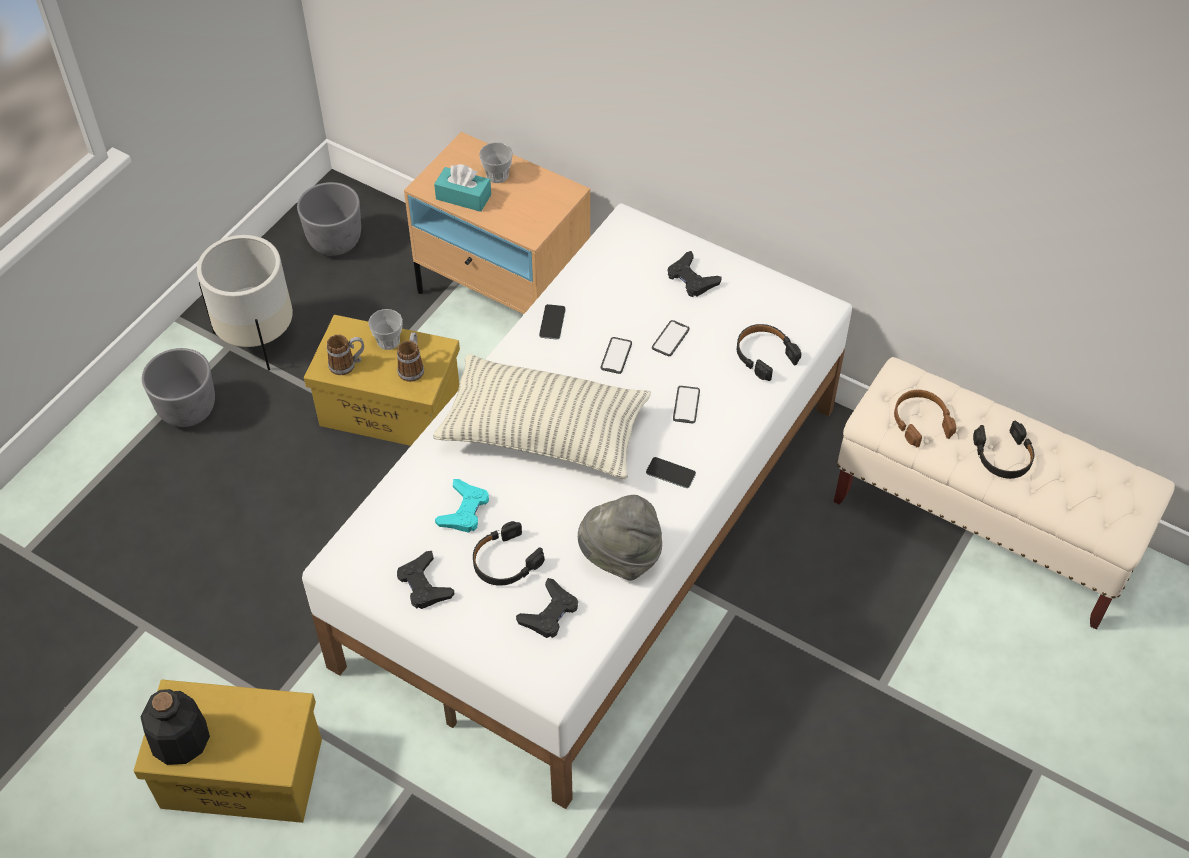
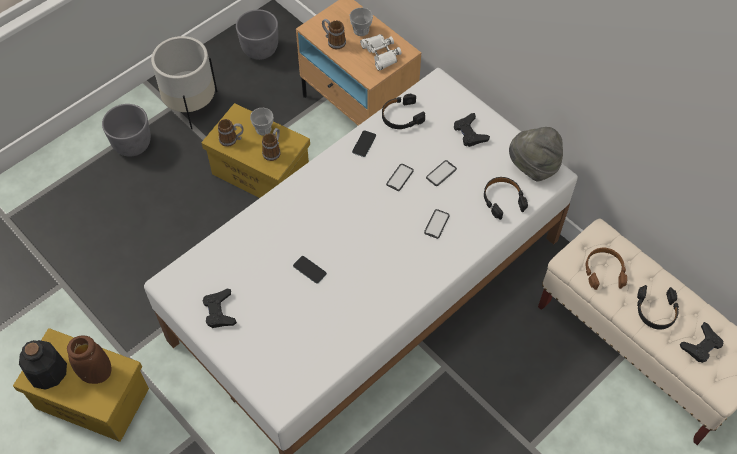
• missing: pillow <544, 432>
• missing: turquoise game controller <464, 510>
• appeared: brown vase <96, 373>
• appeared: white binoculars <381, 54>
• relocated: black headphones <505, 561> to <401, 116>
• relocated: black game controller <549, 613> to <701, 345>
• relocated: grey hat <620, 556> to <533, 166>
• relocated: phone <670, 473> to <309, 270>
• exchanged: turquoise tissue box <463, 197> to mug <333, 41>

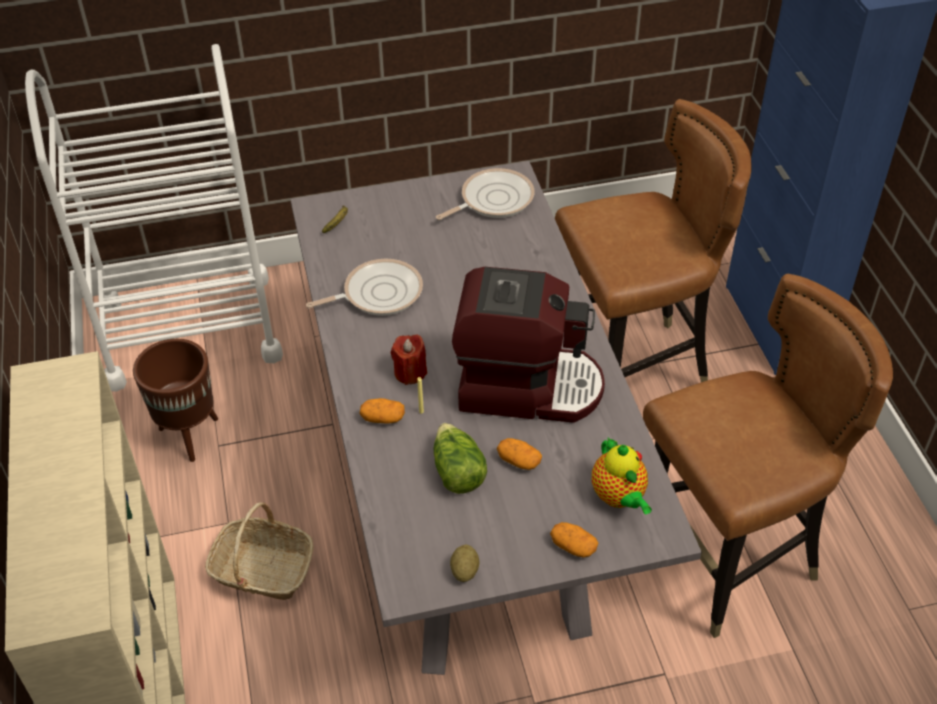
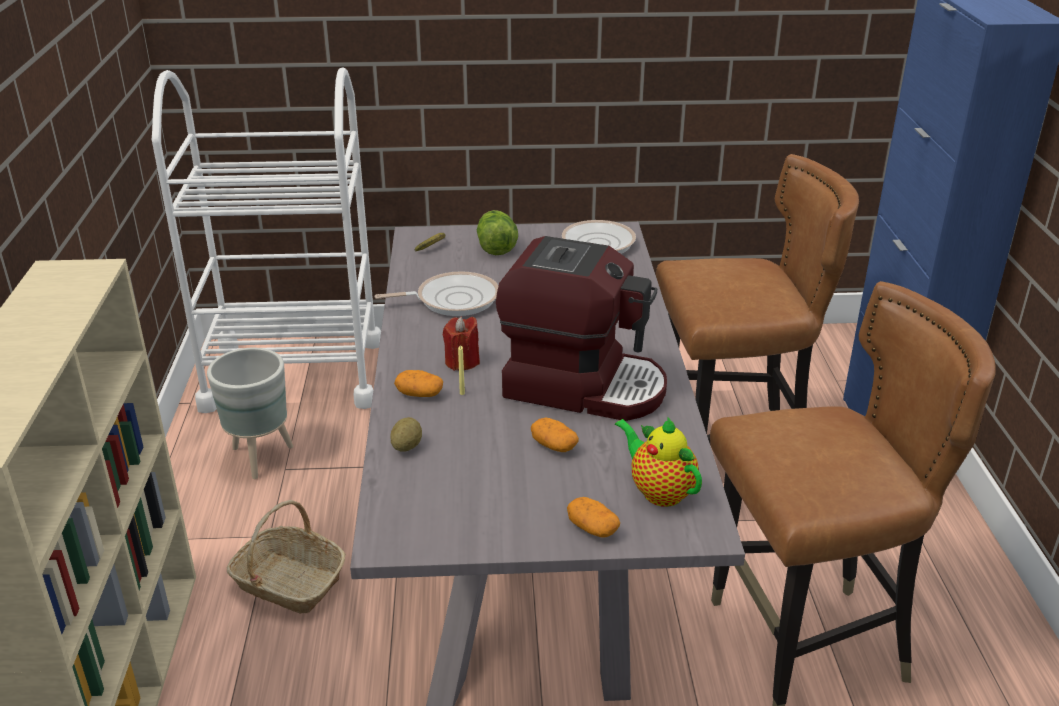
• relocated: lettuce <457, 471> to <495, 246>
• relocated: potato <464, 571> to <406, 446>
• colour: brown planter <189, 435> to grey planter <260, 457>
• spun: teapot <619, 497> = <659, 491> 150 degrees clockwise

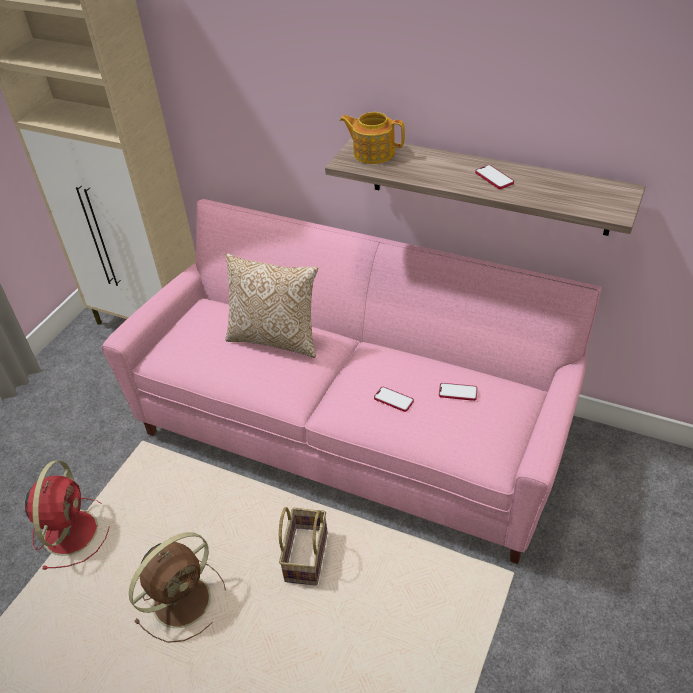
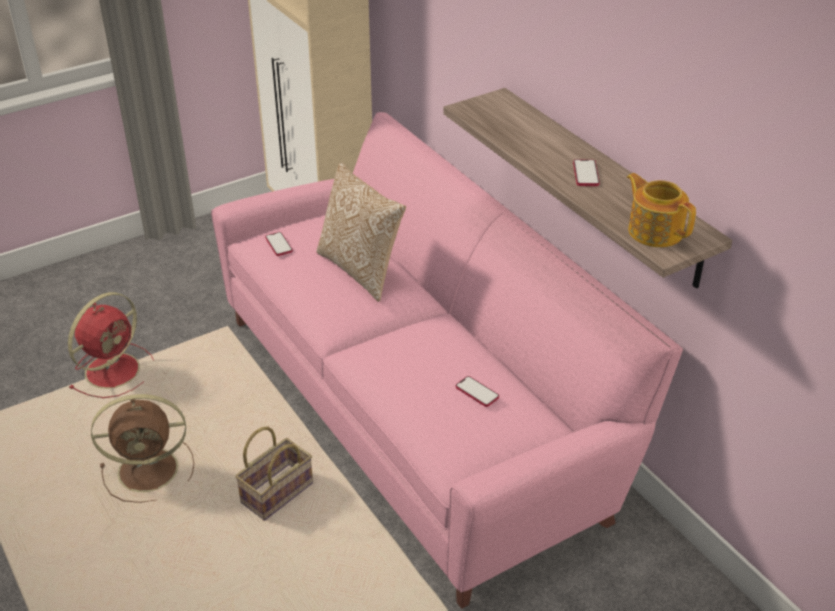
• relocated: teapot <373, 152> to <655, 231>
• relocated: phone <393, 400> to <278, 245>

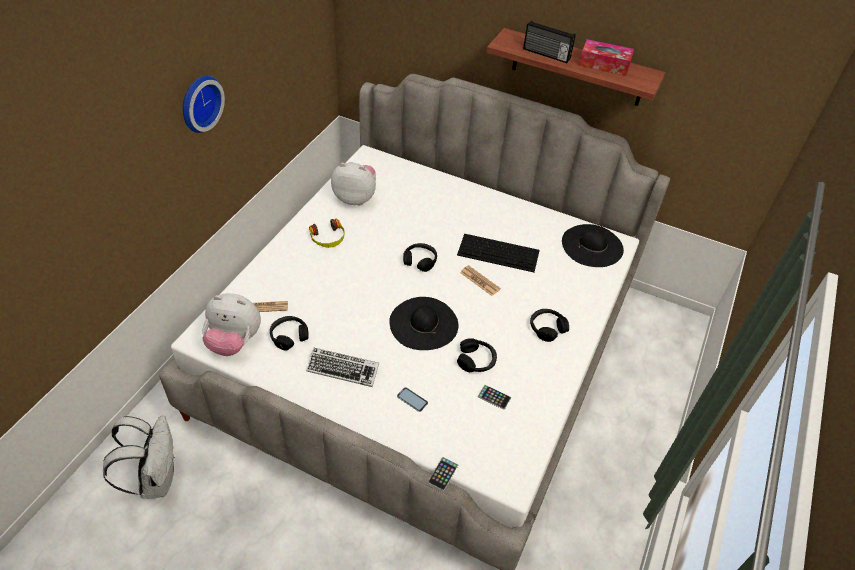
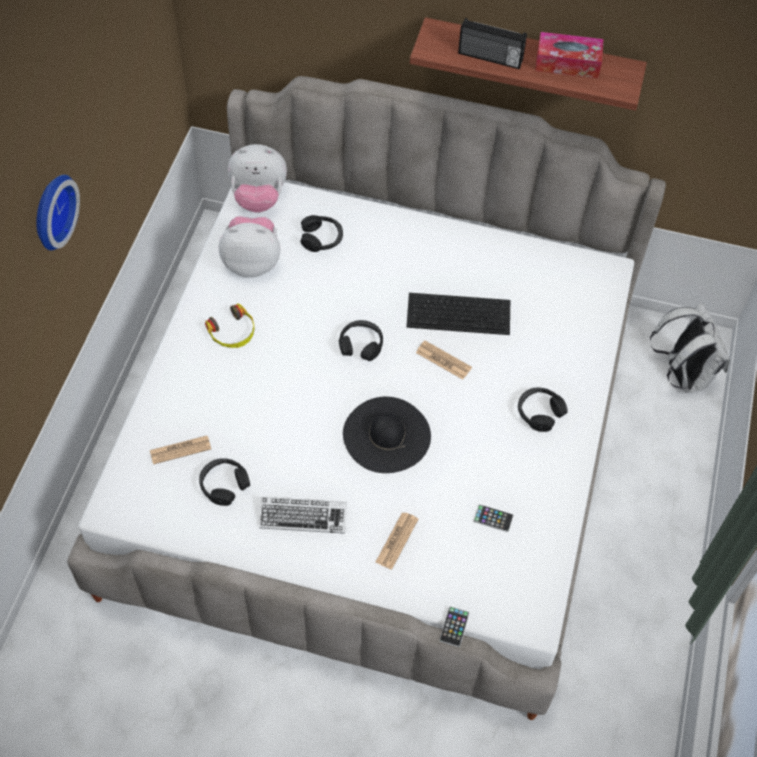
• missing: black hat <592, 245>
• relocated: white backpack <156, 478> to <682, 374>
• relocated: plush toy <234, 341> to <258, 198>
• relocated: black headphones <476, 360> to <322, 238>
• exchanged: phone <412, 400> to newspaper <397, 540>

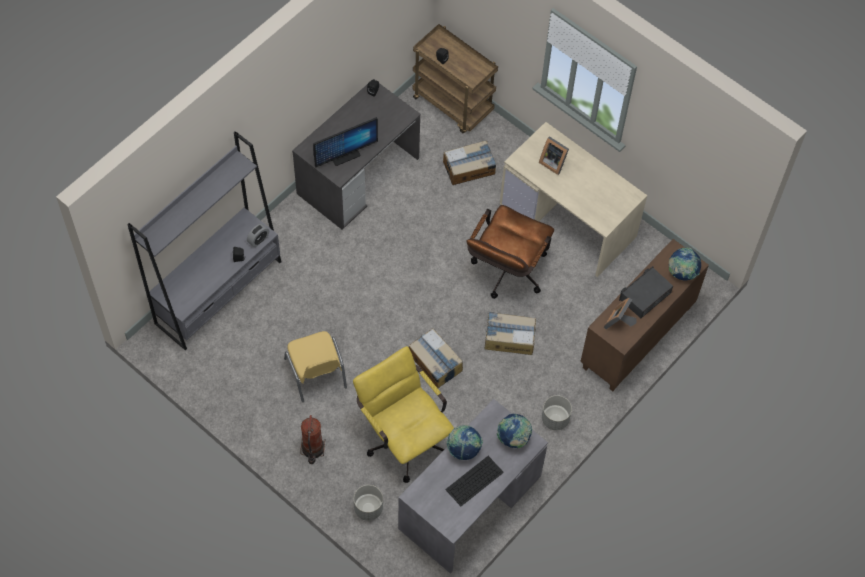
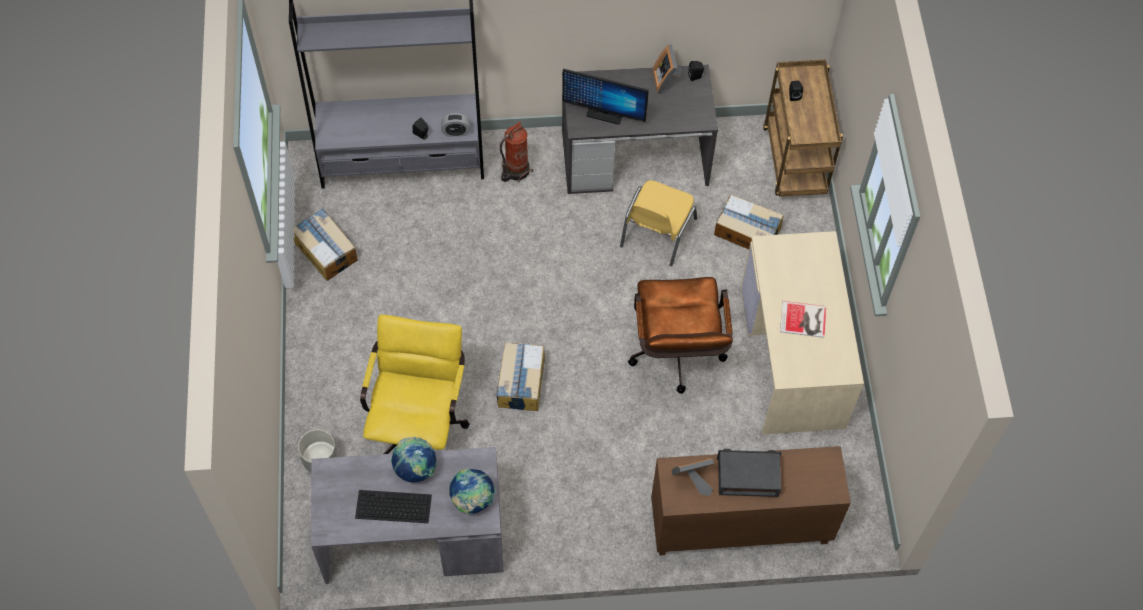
• missing: grey planter <555, 419>
• missing: globe <681, 273>
• appeared: book <804, 320>
• relocated: yellow chair <316, 374> to <656, 233>
• relocated: fire extinguisher <312, 449> to <515, 170>
• relocated: cardboard box <509, 338> to <325, 250>
• relocated: picture frame <553, 162> to <666, 80>
• spun: brown office chair <506, 274> = <676, 357> 75 degrees counterclockwise

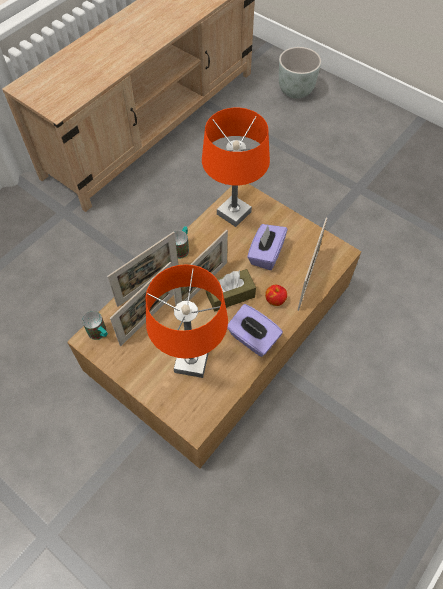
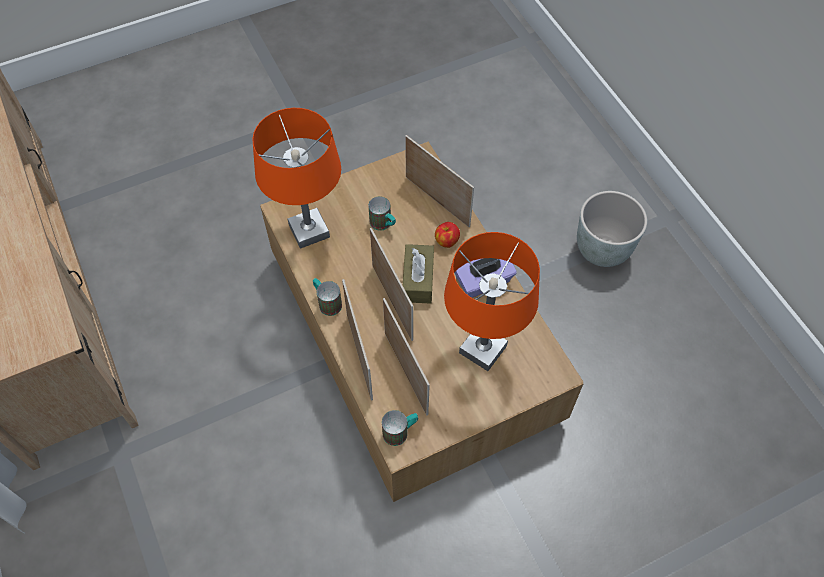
• relocated: grey planter <296, 90> to <601, 249>
• exchanged: purple tissue box <265, 254> to mug <383, 225>

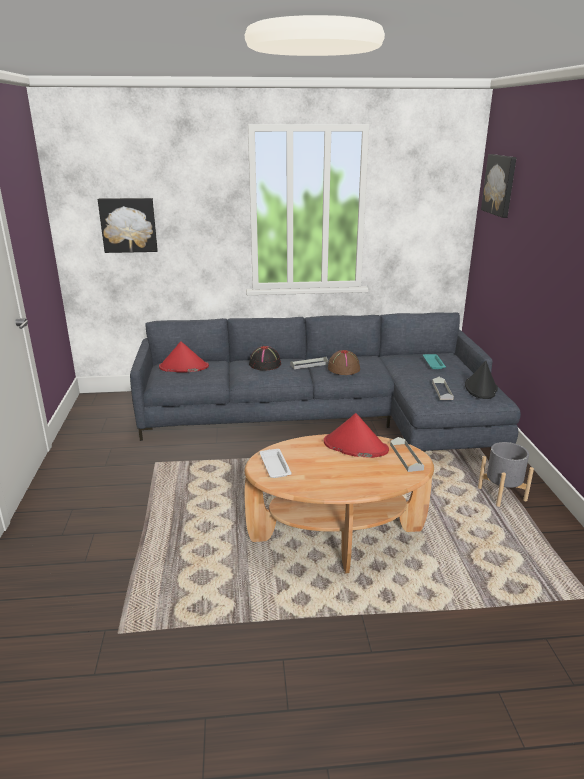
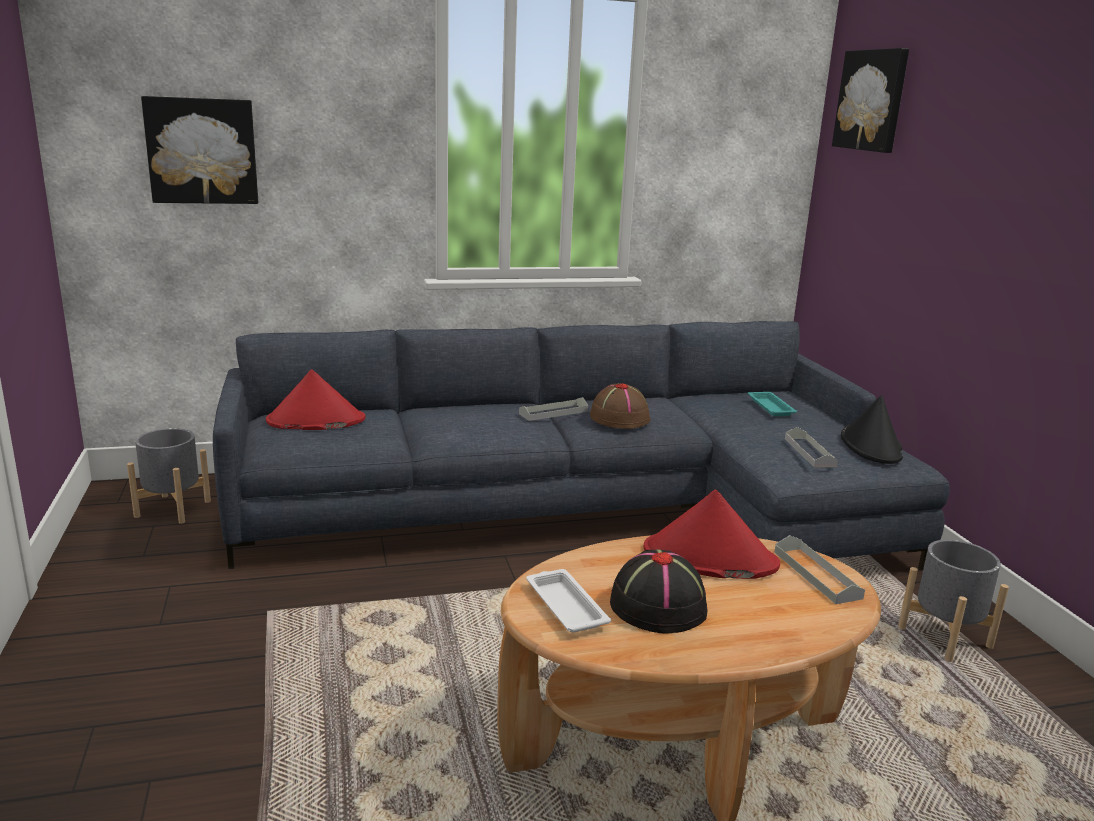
• appeared: grey planter <172, 508>
• relocated: black hat <265, 364> to <657, 605>

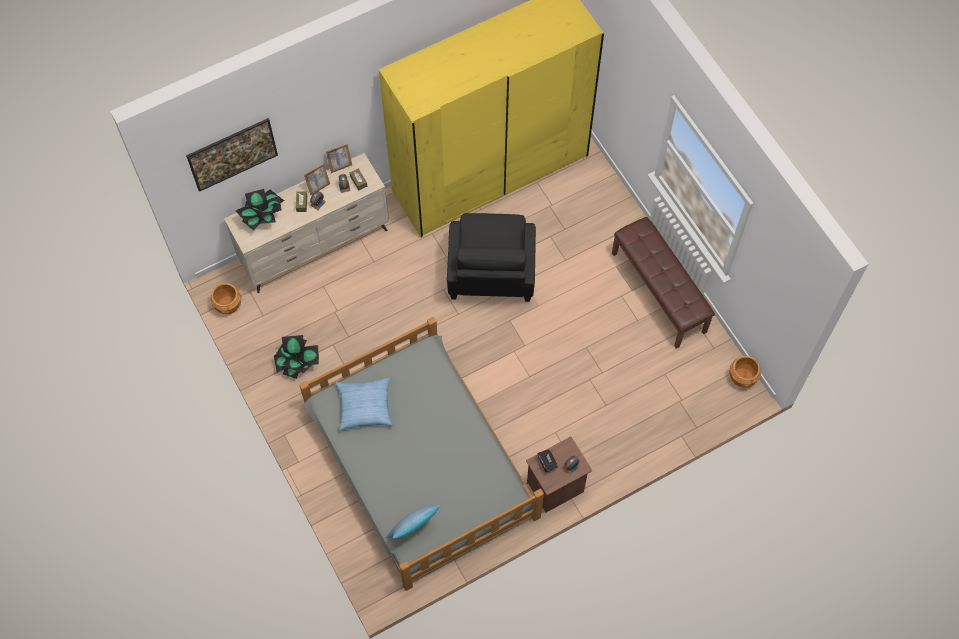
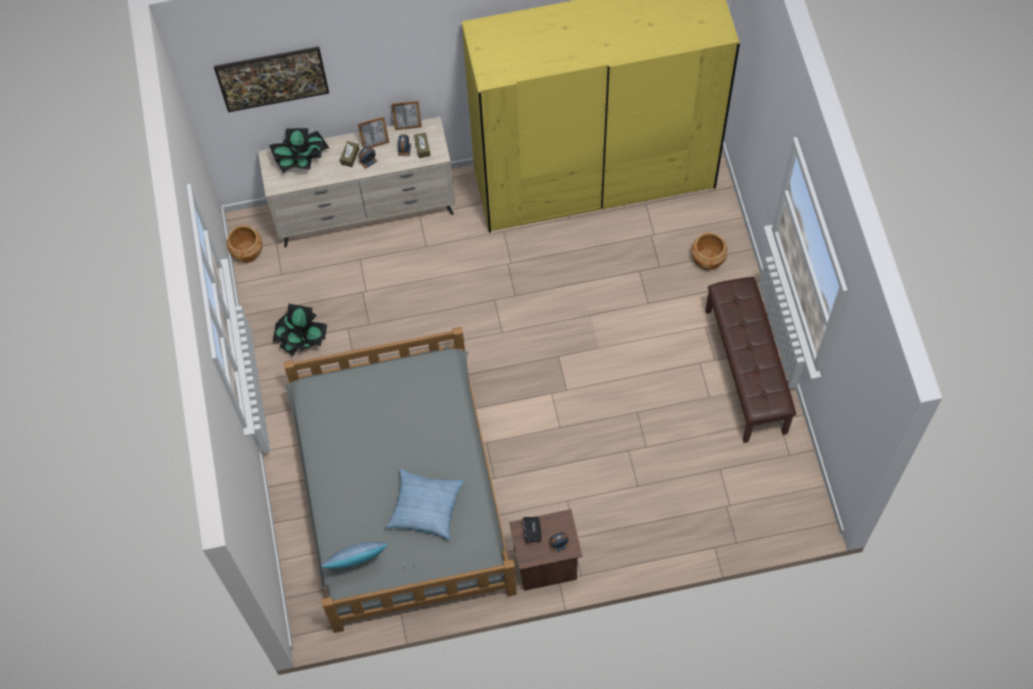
• missing: black armchair <491, 274>
• relocated: pillow <365, 406> to <425, 507>
• relocated: brown planter <742, 378> to <707, 260>

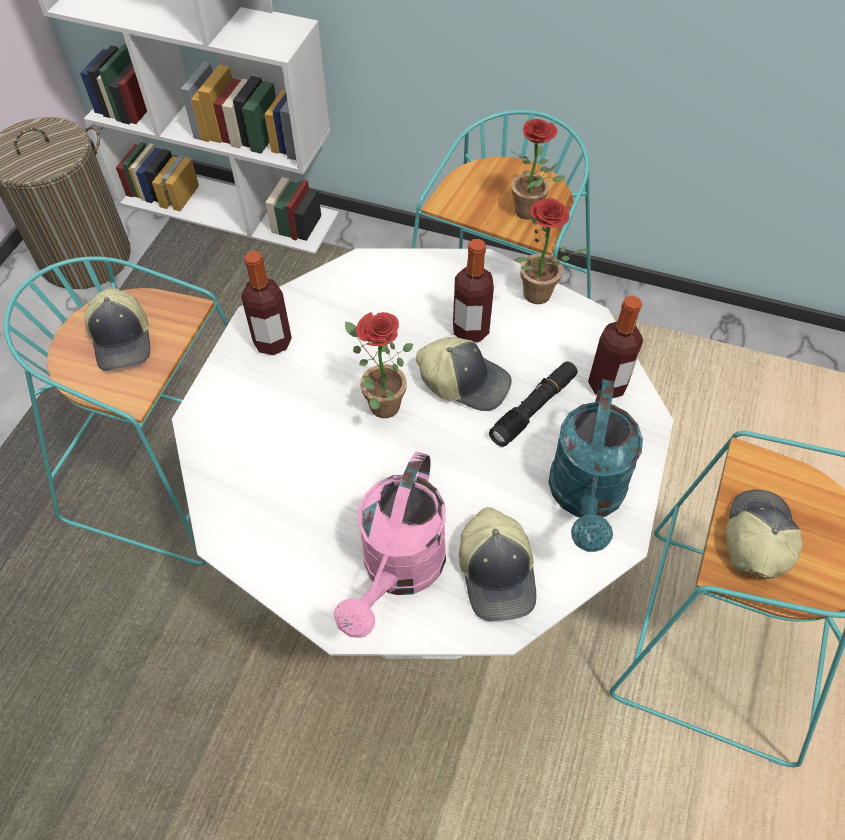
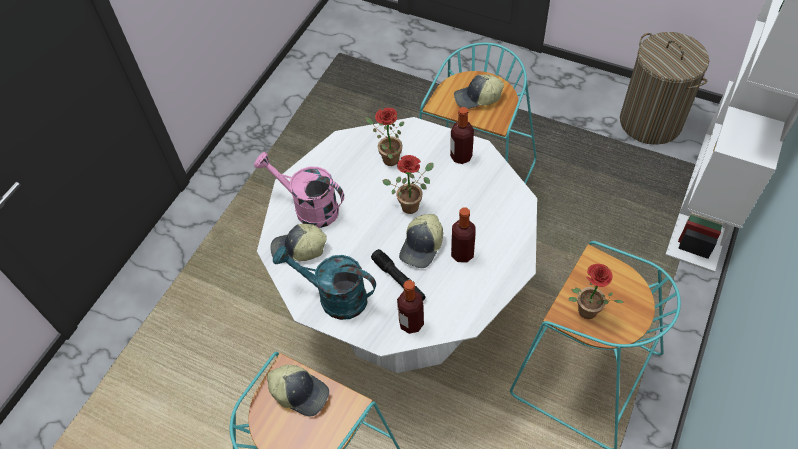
• relocated: potted plant <536, 299> to <387, 159>

